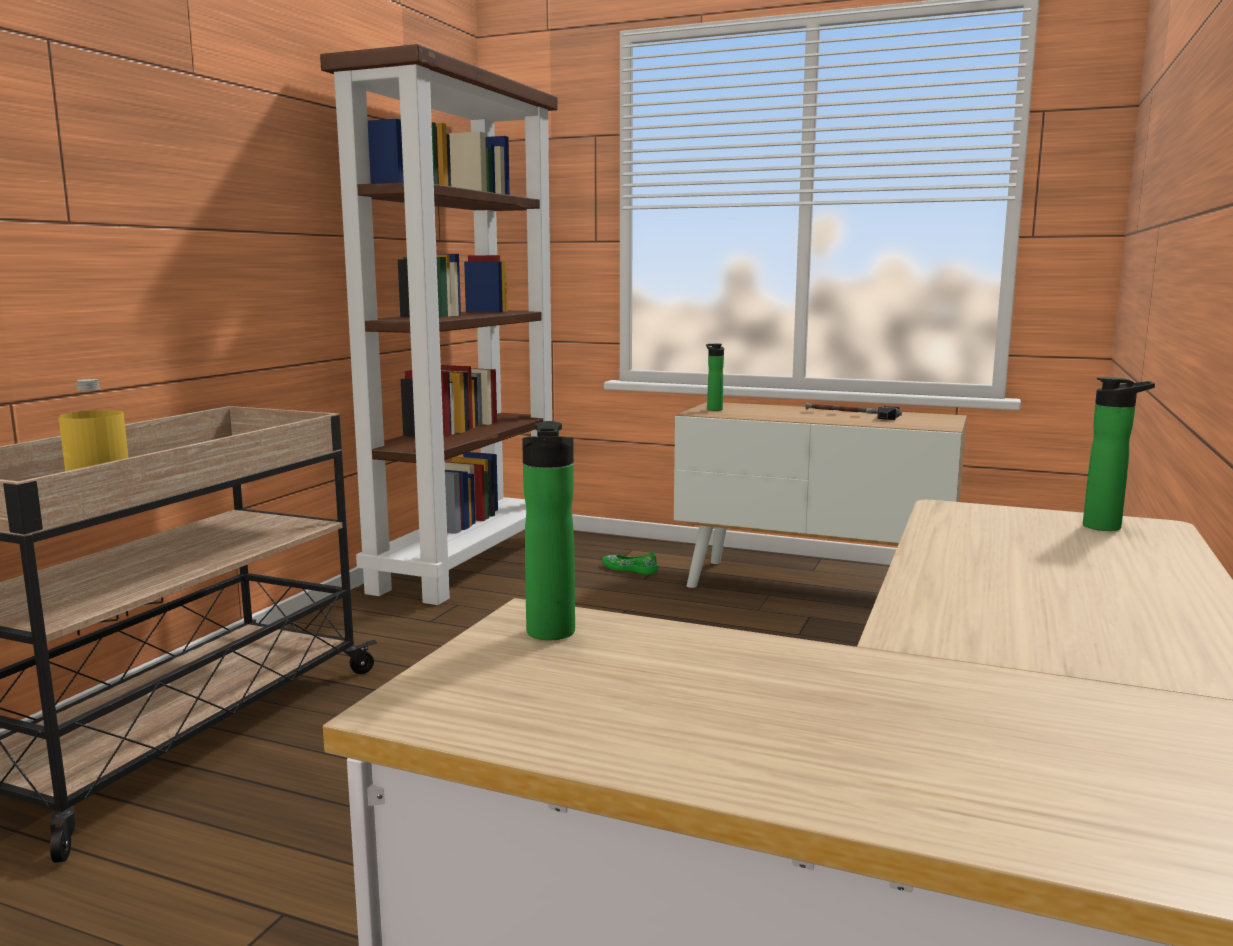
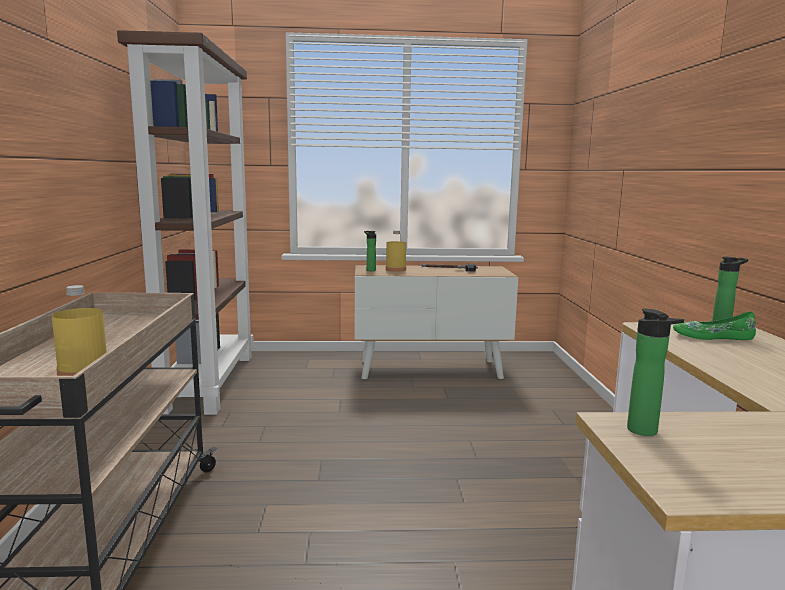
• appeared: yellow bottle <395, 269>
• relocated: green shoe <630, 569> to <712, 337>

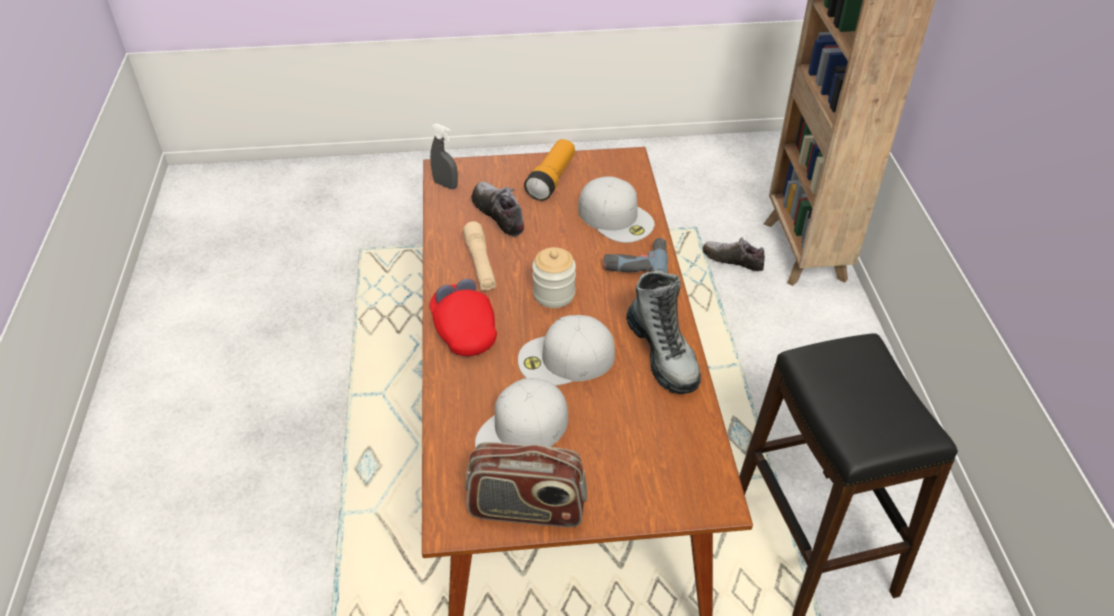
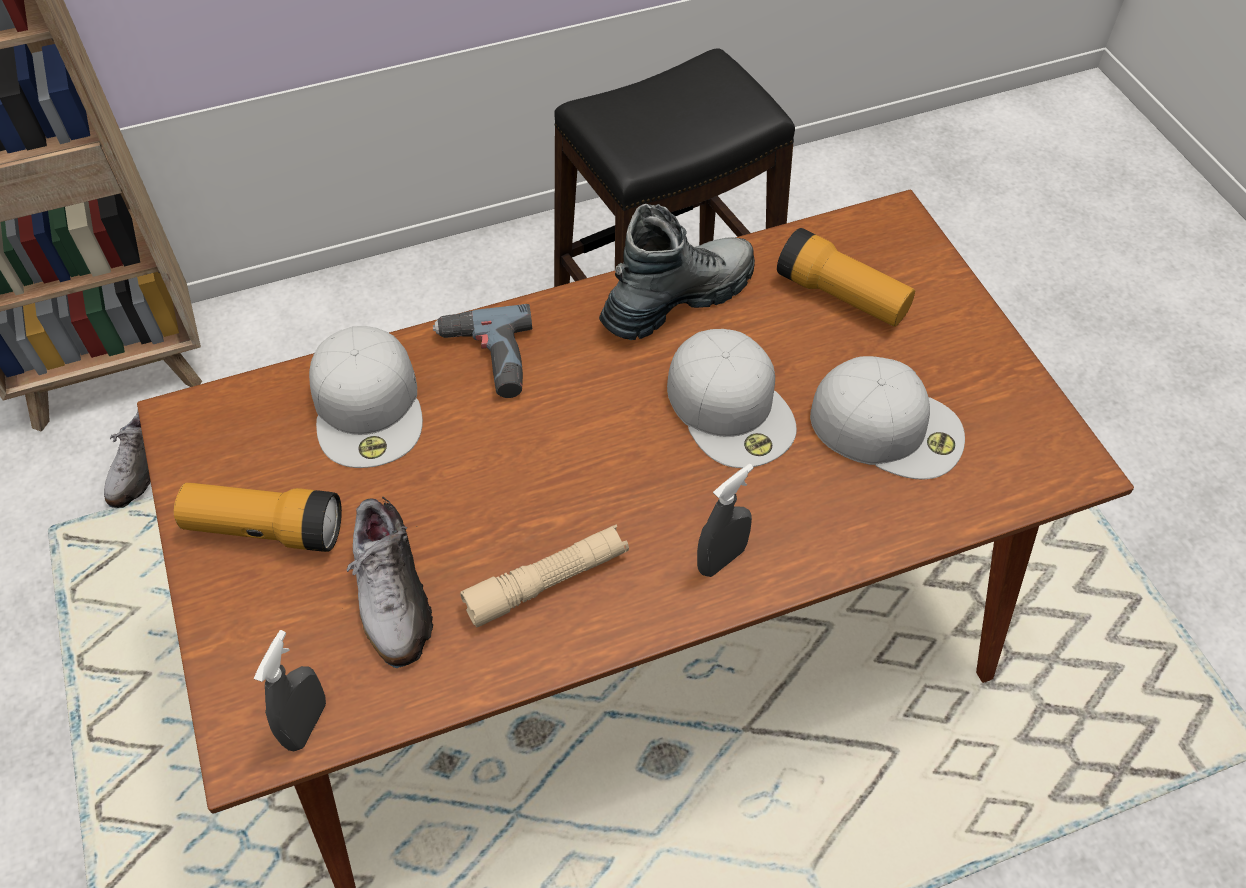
• missing: radio <526, 509>
• missing: jar <554, 294>
• appeared: flashlight <841, 296>
• exchanged: red cap <463, 330> to grey spray bottle <721, 559>
• spun: shoe <498, 214> = <392, 593> 60 degrees counterclockwise
• spun: white cap <616, 217> = <369, 406> 135 degrees clockwise

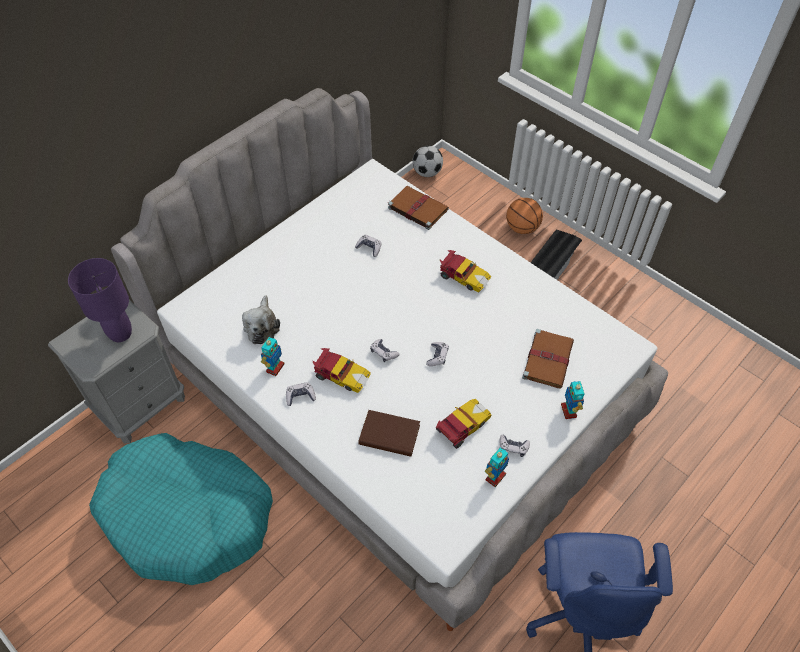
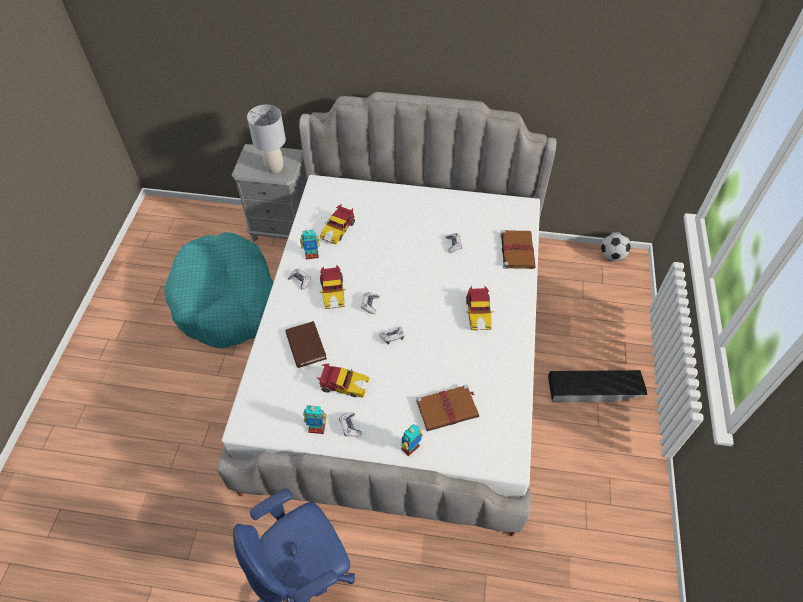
• missing: basketball <522, 228>
• exchanged: plush toy <262, 327> to toy car <338, 229>
• colour: purple table lamp <121, 334> to grey table lamp <275, 168>

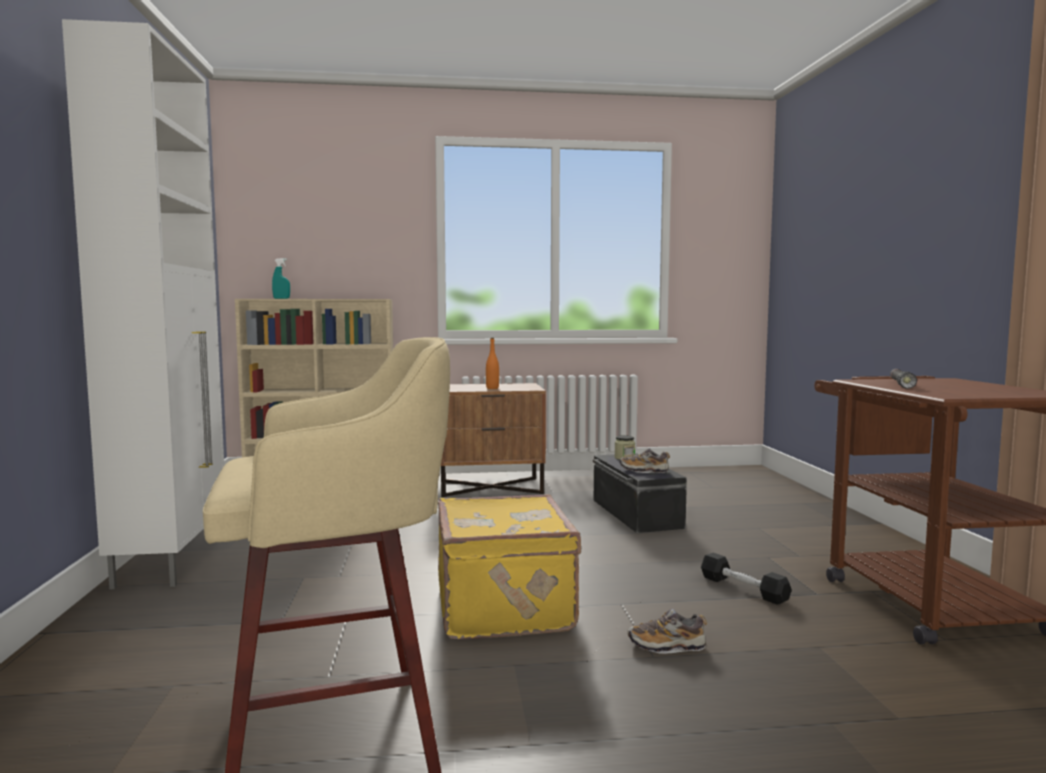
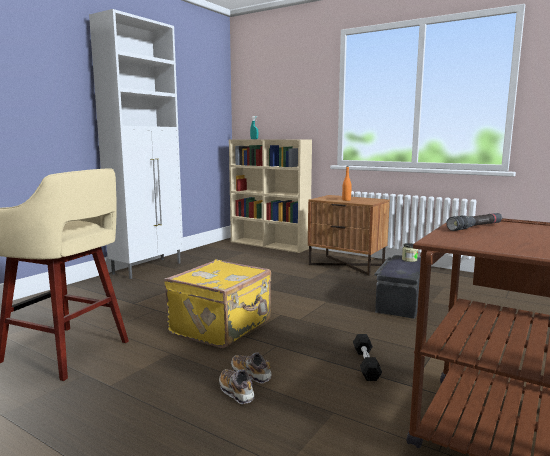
• relocated: shoe <644, 470> to <236, 392>

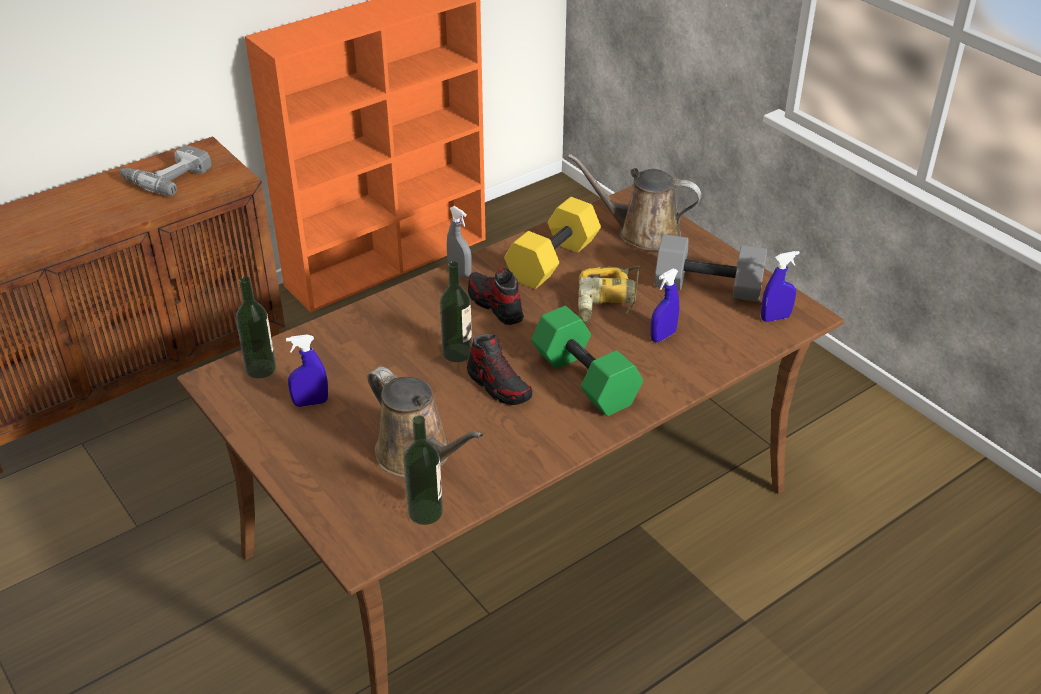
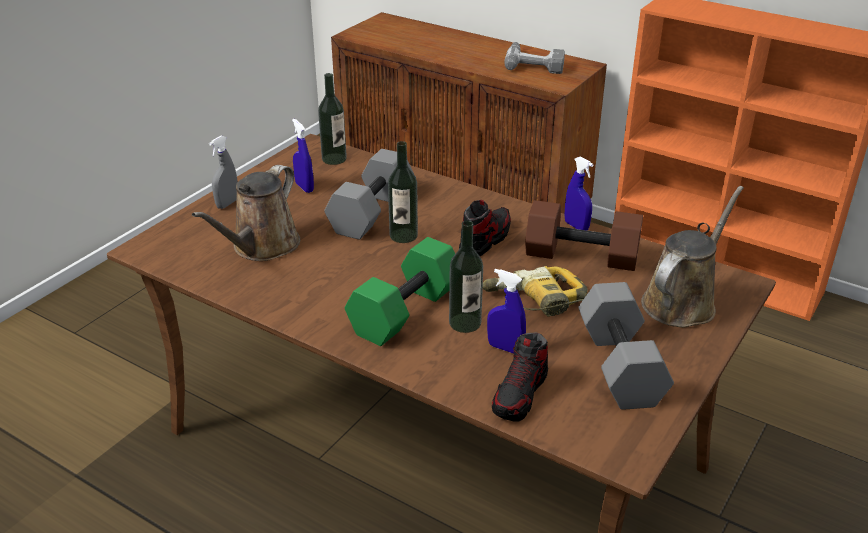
• appeared: grey dumbbell <372, 213>
• relocated: bottle <425, 512> to <465, 323>
• relocated: grey spray bottle <459, 272> to <227, 203>
• relocated: shoe <499, 386> to <520, 394>
• relocated: blue spray bottle <775, 318> to <576, 226>
• colour: yellow dumbbell <552, 259> to brown dumbbell <582, 255>
• spun: brown watering can <642, 233> = <682, 301> 45 degrees clockwise

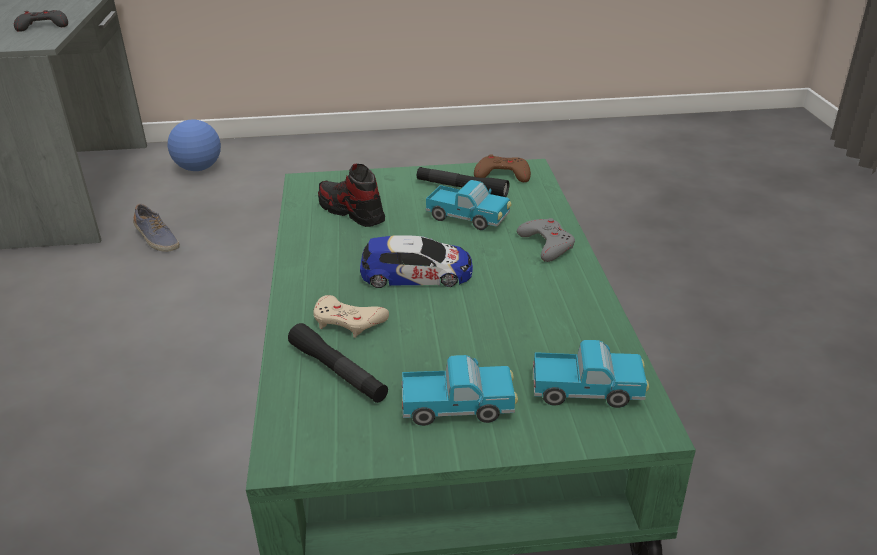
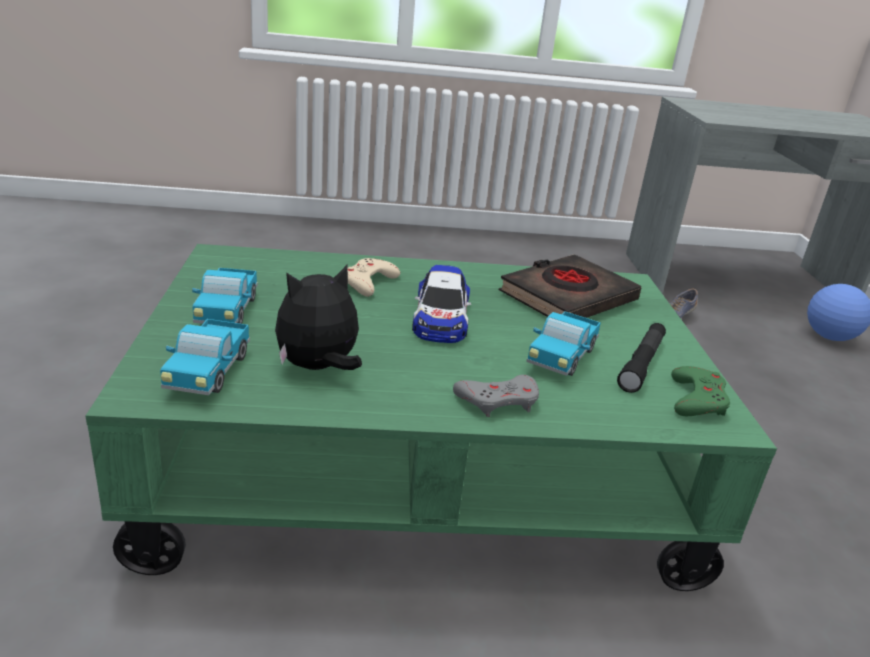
• missing: grey game controller <42, 26>
• missing: black flashlight <338, 372>
• appeared: plush toy <318, 368>
• exchanged: shoe <351, 212> to black book <567, 297>
• colour: brown game controller <502, 174> to green game controller <697, 399>

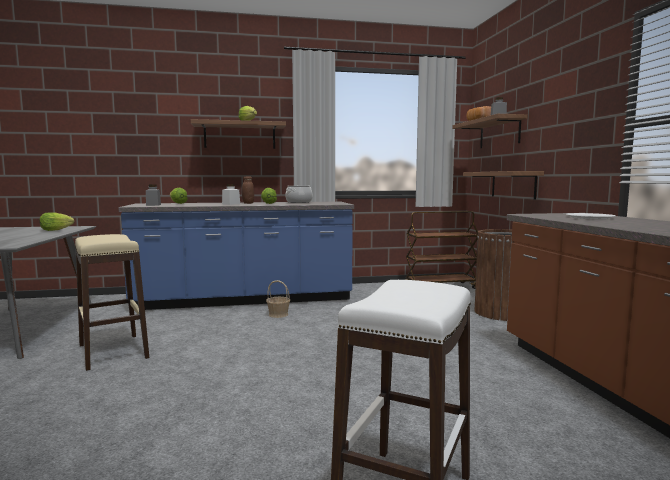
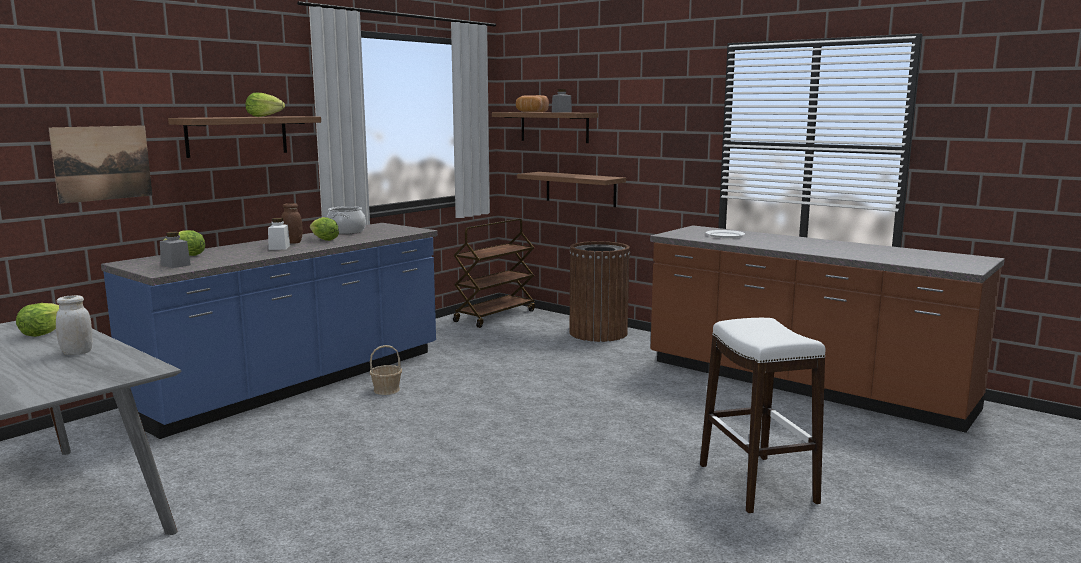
• missing: beige stool <113, 351>
• appeared: picture <102, 163>
• appeared: white jar <77, 353>

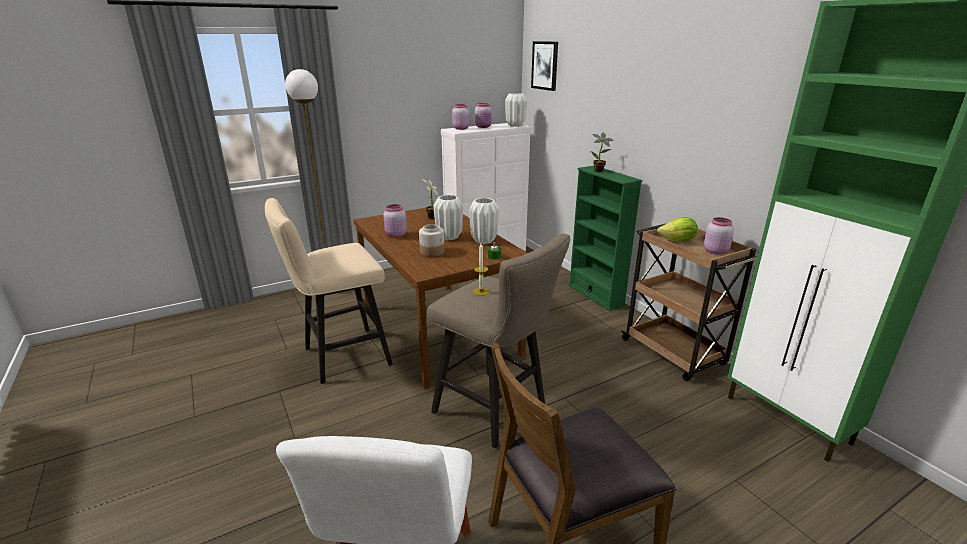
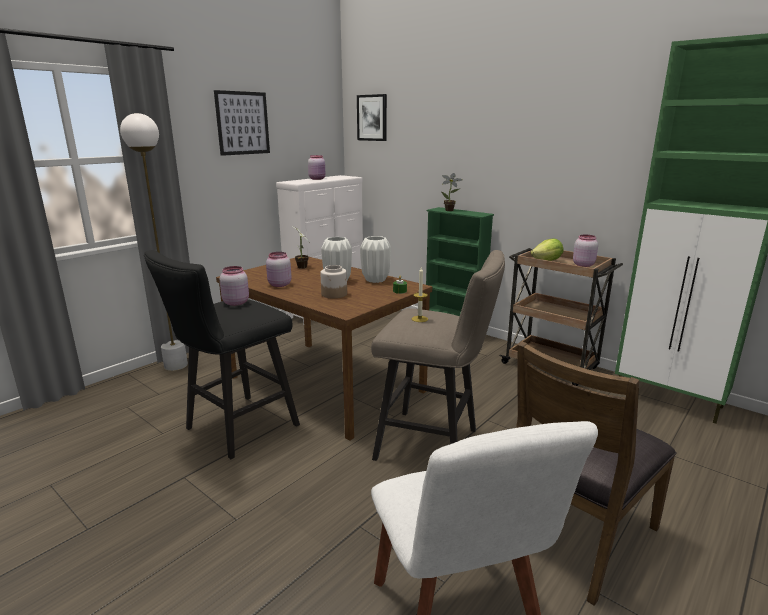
• missing: white vase <515, 125>
• appeared: picture <243, 123>
• relocated: pink jar <460, 128> to <235, 302>
• colour: beige stool <340, 357> to black stool <235, 429>

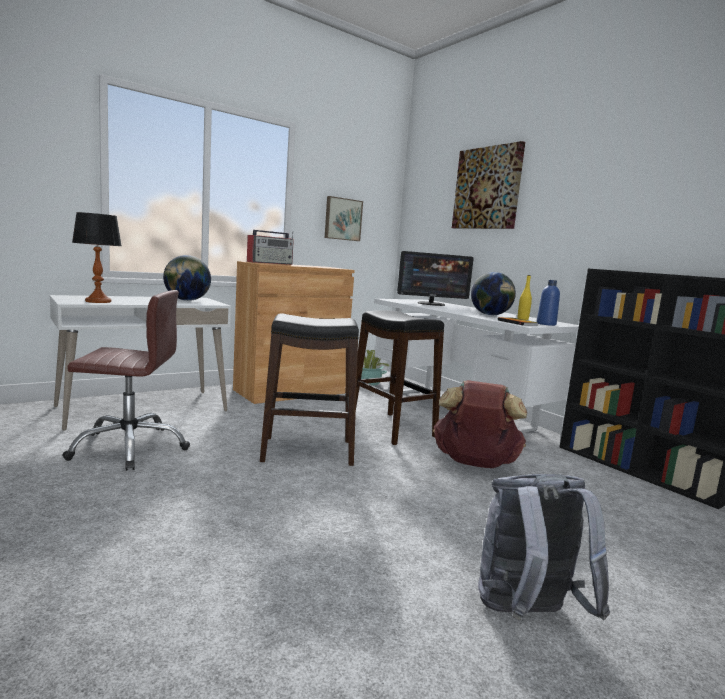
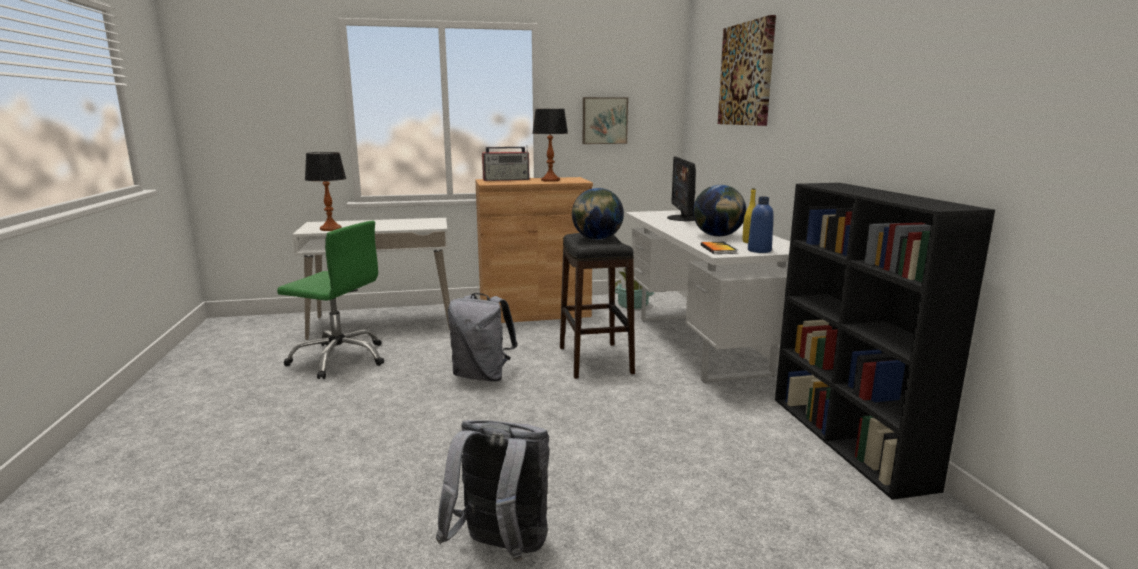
• missing: brown backpack <474, 464>
• appeared: table lamp <550, 180>
• relocated: globe <187, 300> to <597, 239>
• exchanged: black stool <308, 451> to grey backpack <482, 376>
• colour: brown office chair <129, 447> to green office chair <339, 359>
• spun: monitor <431, 304> = <683, 218> 75 degrees clockwise

